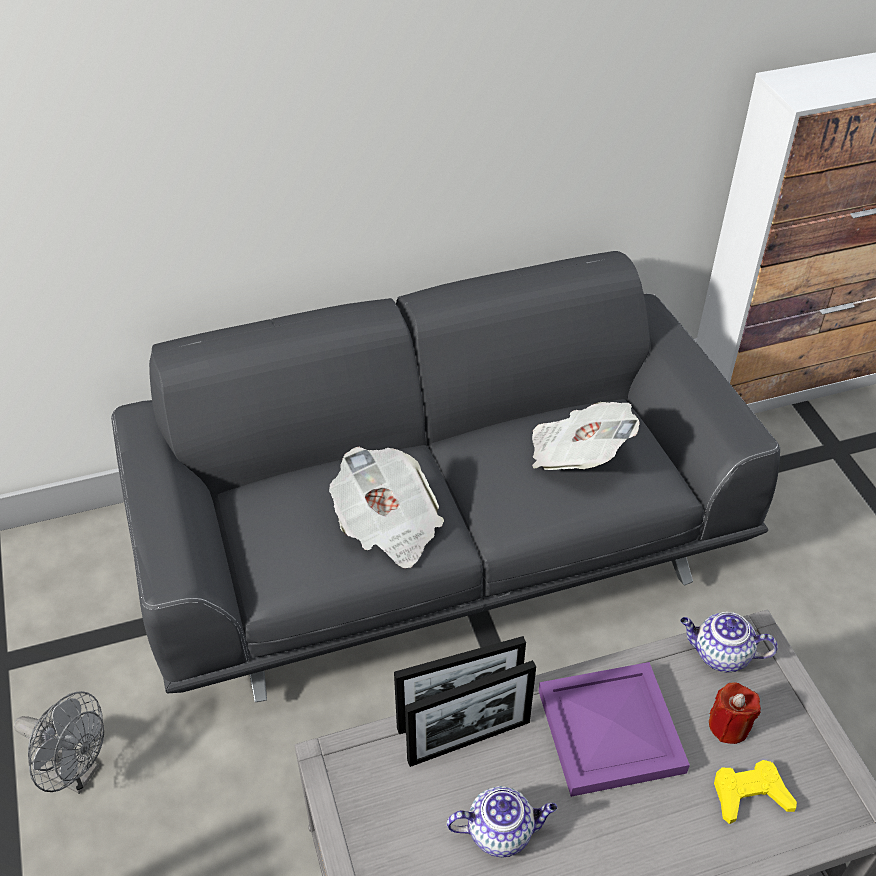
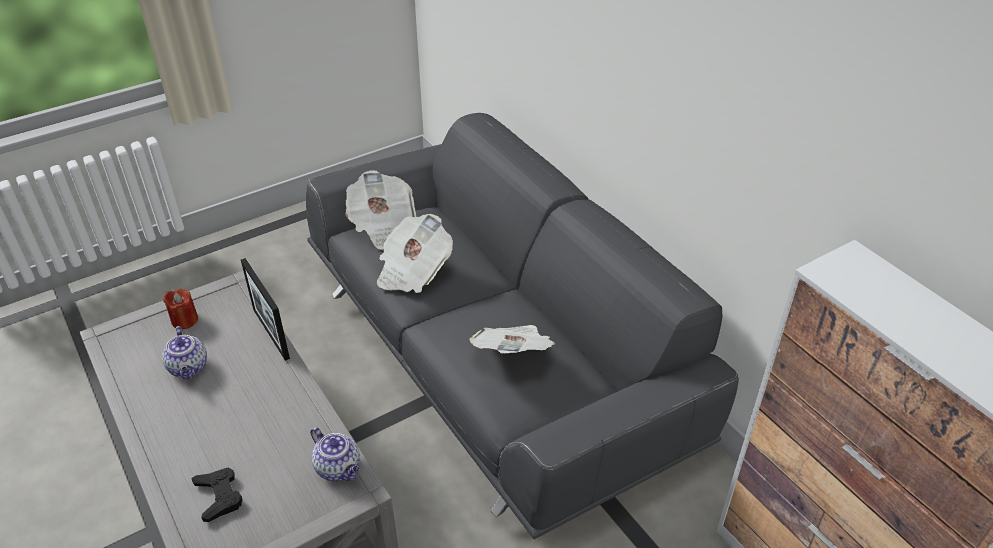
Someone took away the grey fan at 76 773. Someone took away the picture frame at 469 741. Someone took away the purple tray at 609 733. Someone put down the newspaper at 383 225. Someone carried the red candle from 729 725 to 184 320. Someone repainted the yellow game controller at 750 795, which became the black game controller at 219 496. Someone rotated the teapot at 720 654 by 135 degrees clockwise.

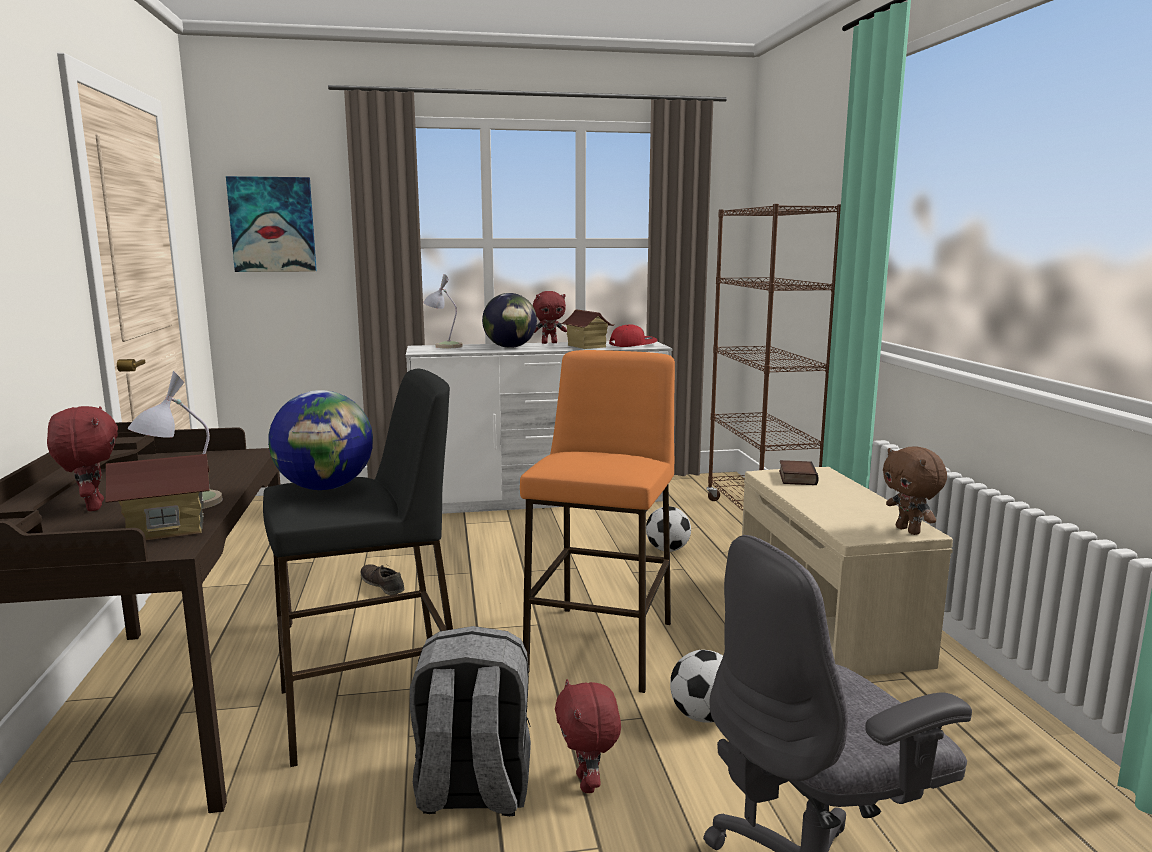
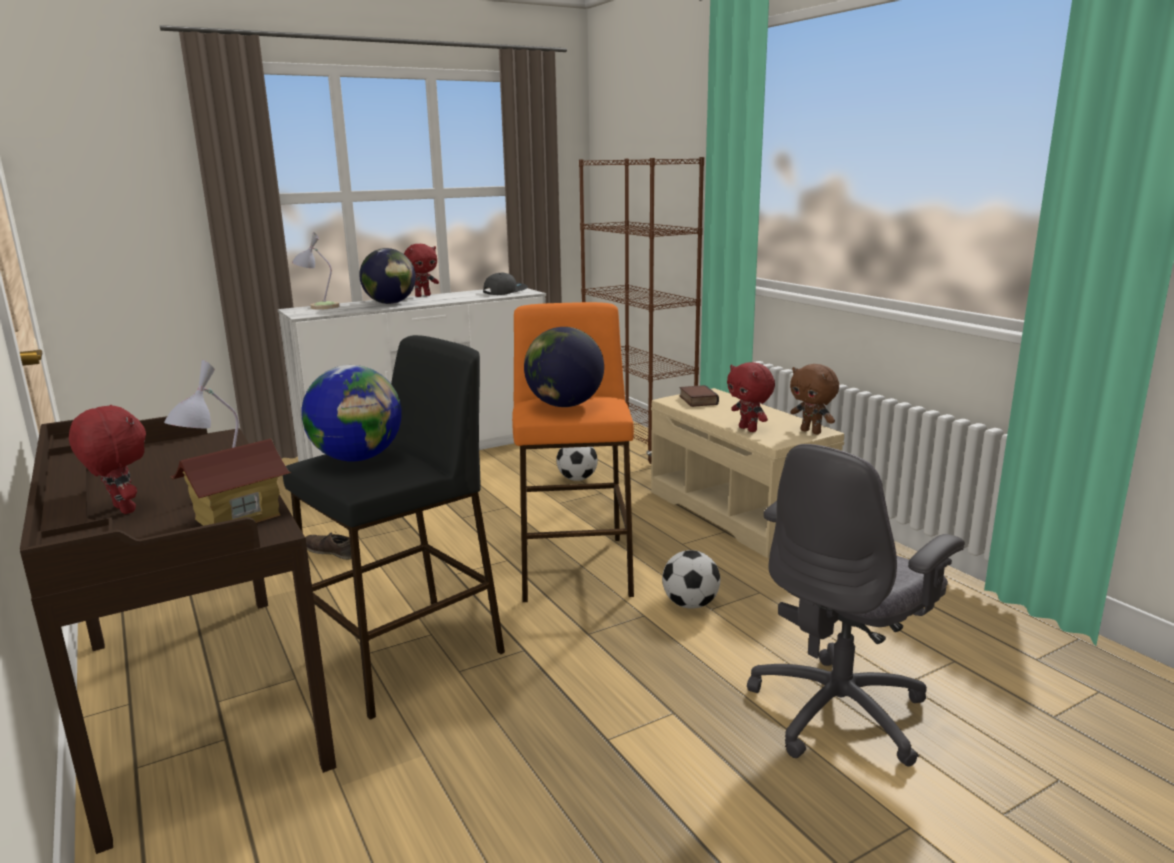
Someone took away the picture at 272 224. Someone took away the grey backpack at 472 790. Someone took away the toy house at 586 346. Someone put down the globe at 564 405. Someone carried the red plush toy from 588 783 to 749 429. Someone repainted the red cap at 632 344, which became the grey cap at 505 291.

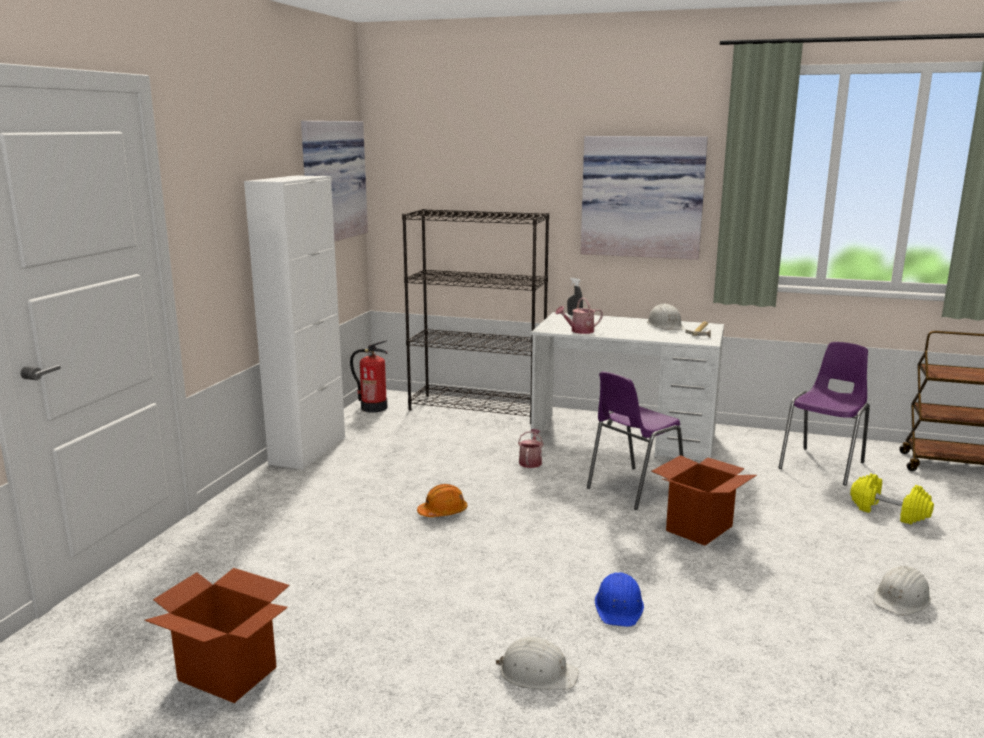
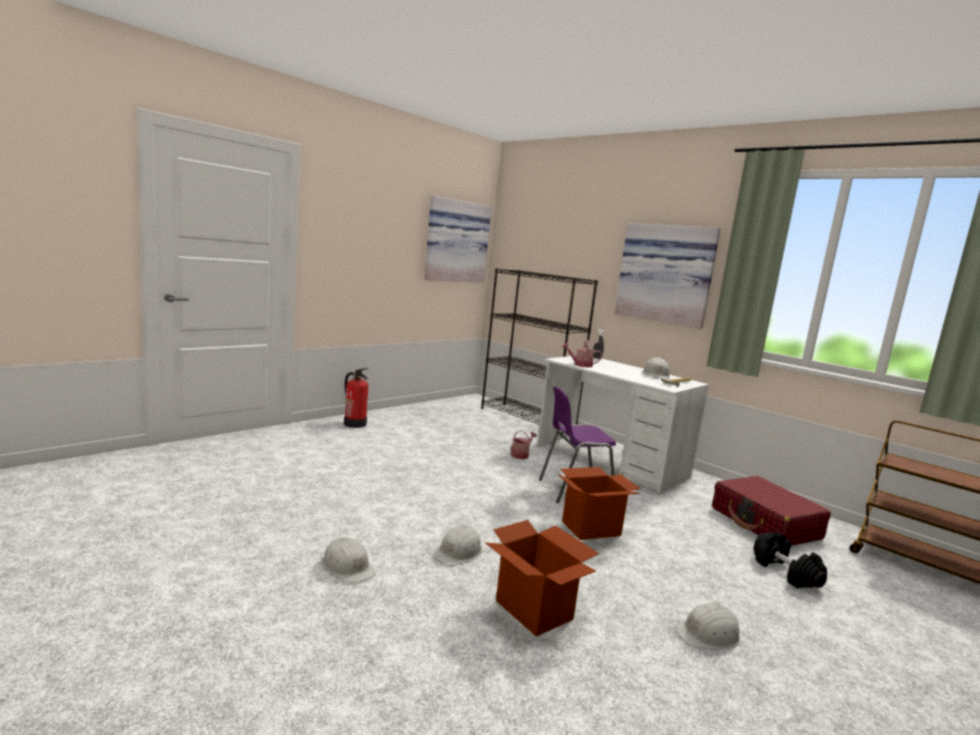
Someone took away the white cabinet at 308 450. Someone took away the orange hard hat at 443 512. Someone carried the cardboard box from 228 674 to 534 610. Someone carried the fire extinguisher from 373 408 to 355 424. Someone swapped the purple chair at 824 465 for the red suitcase at 765 523. Someone repainted the blue hard hat at 619 607, which became the white hard hat at 459 552. Someone repainted the yellow dumbbell at 889 512, which became the black dumbbell at 786 573.

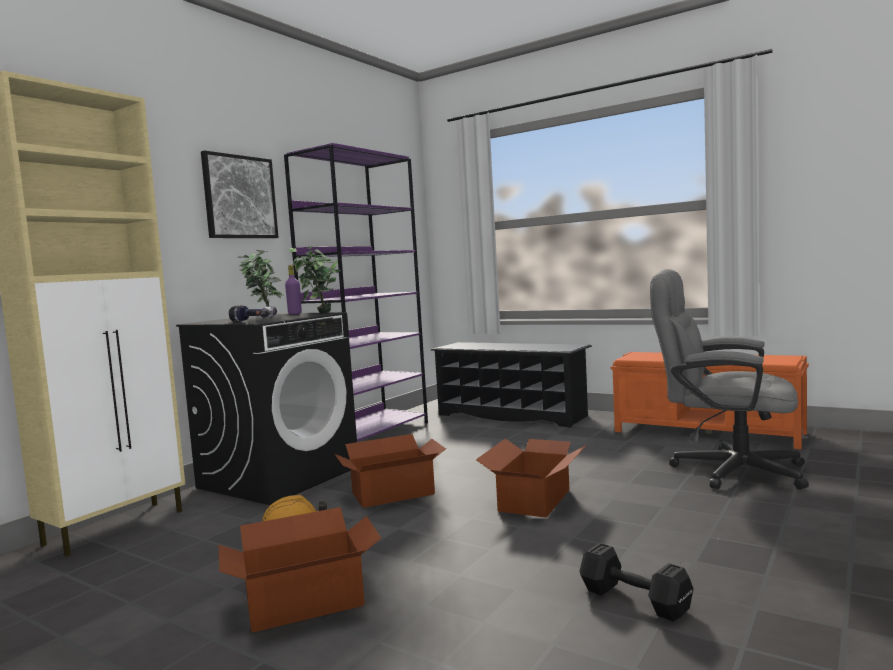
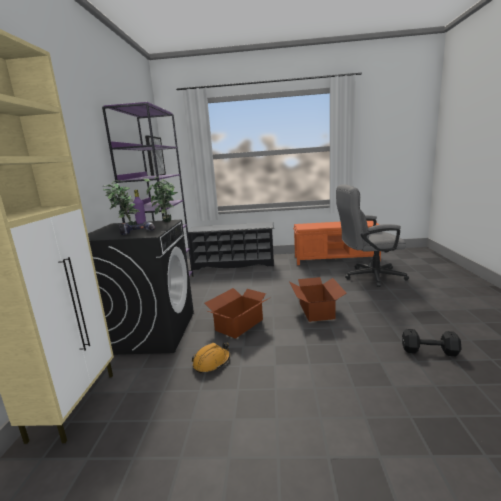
Someone took away the cardboard box at 303 602. Someone carried the picture from 239 197 to 154 156.

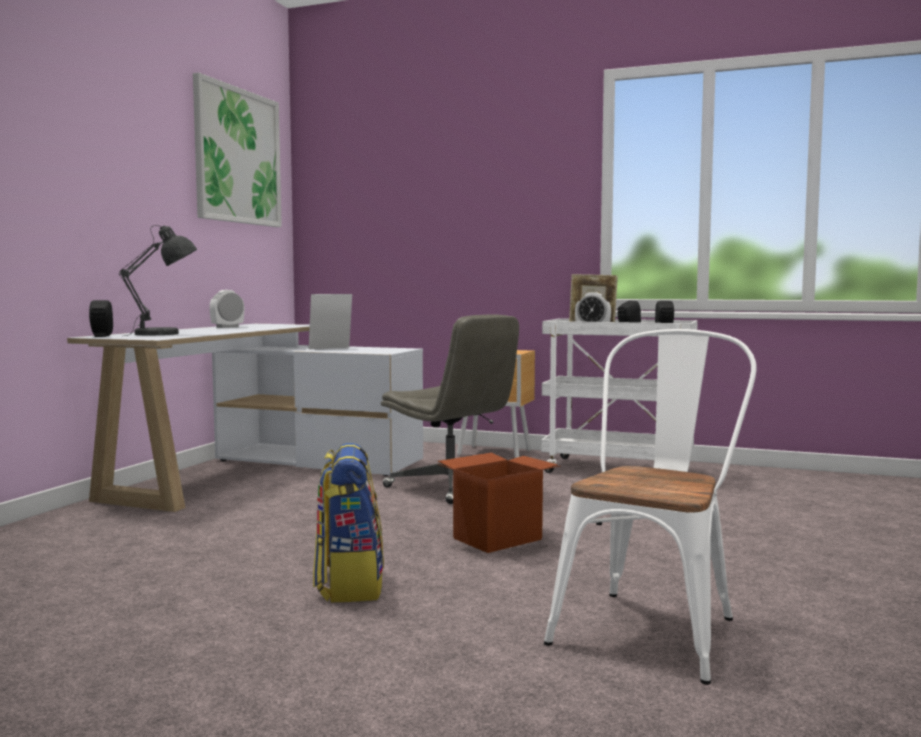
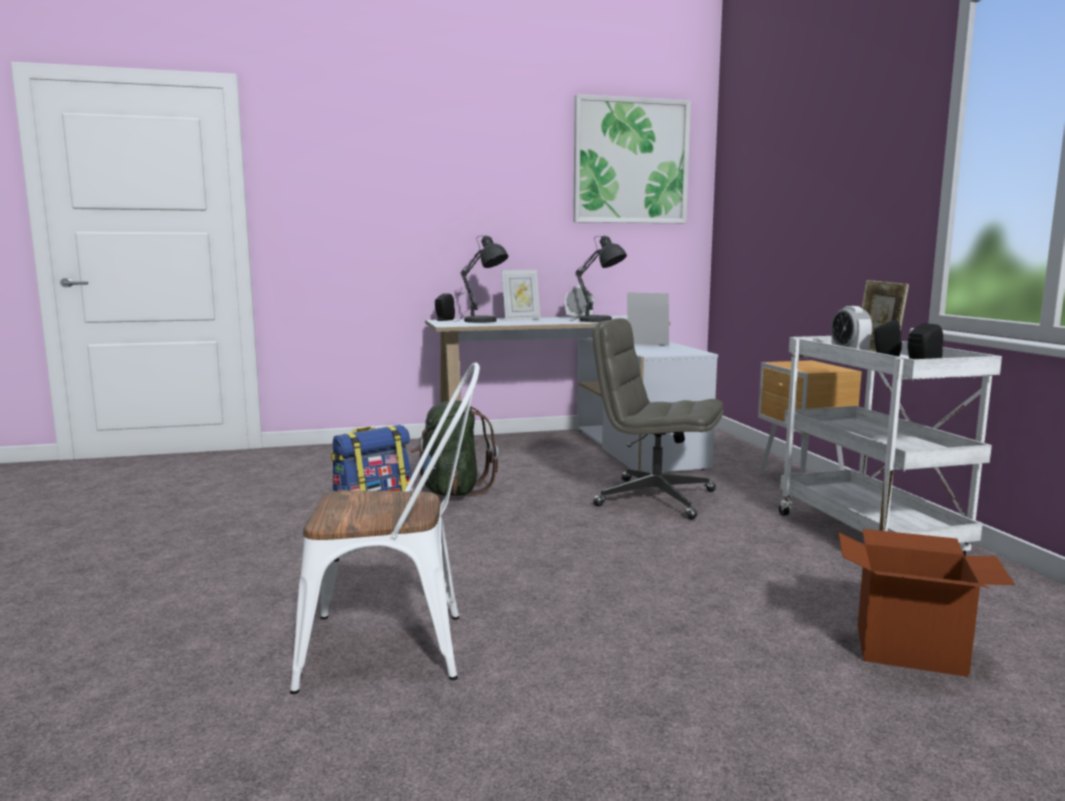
Someone put down the green backpack at 452 491. Someone put down the picture frame at 521 319. Someone put down the grey table lamp at 599 321. Someone carried the cardboard box from 497 538 to 910 650. Someone rotated the grey office chair at 452 487 by 105 degrees clockwise.

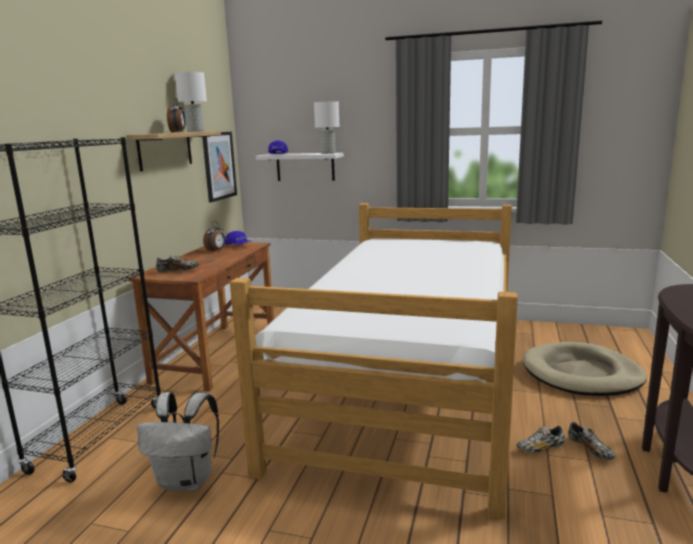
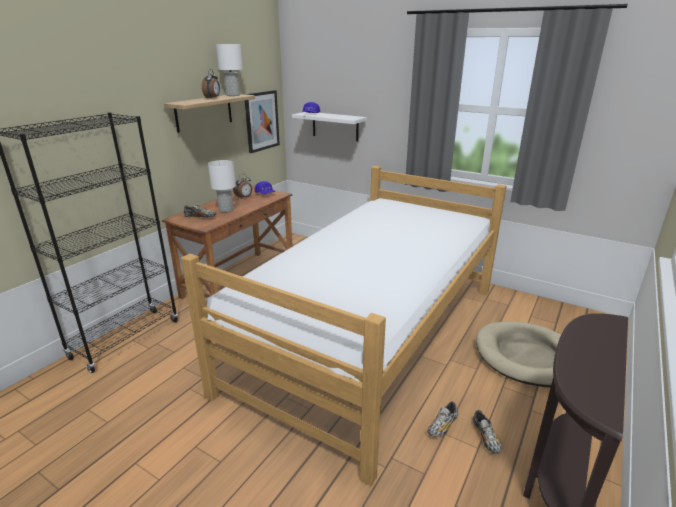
Someone took away the white backpack at 187 480. Someone carried the white table lamp from 328 153 to 226 210. Someone rotated the shoe at 540 449 by 45 degrees counterclockwise.

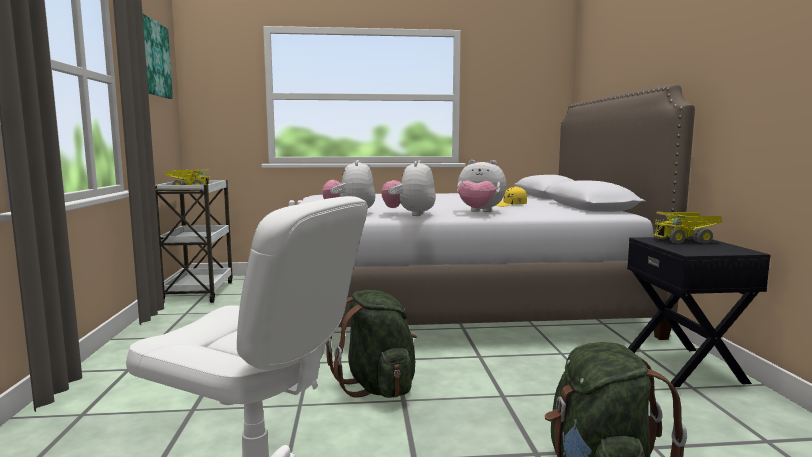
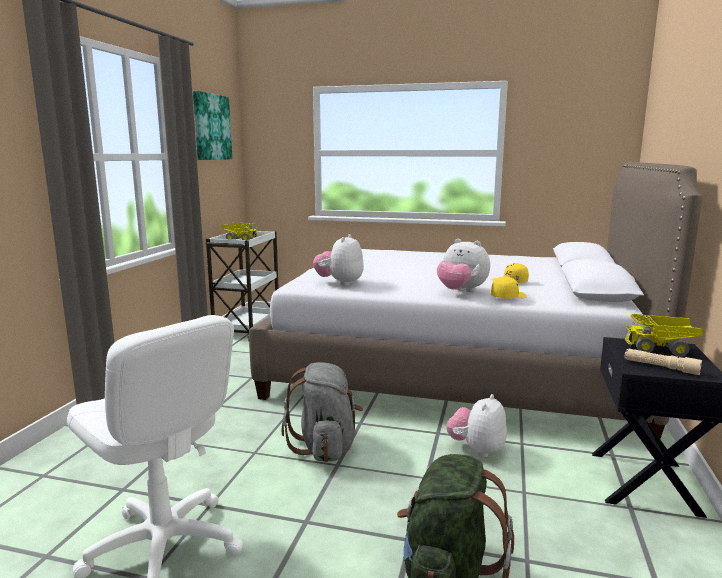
Someone put down the yellow cap at 508 297. Someone put down the beige flashlight at 660 367. Someone carried the plush toy from 410 214 to 477 450. Someone repainted the green backpack at 377 386, which became the grey backpack at 325 447.

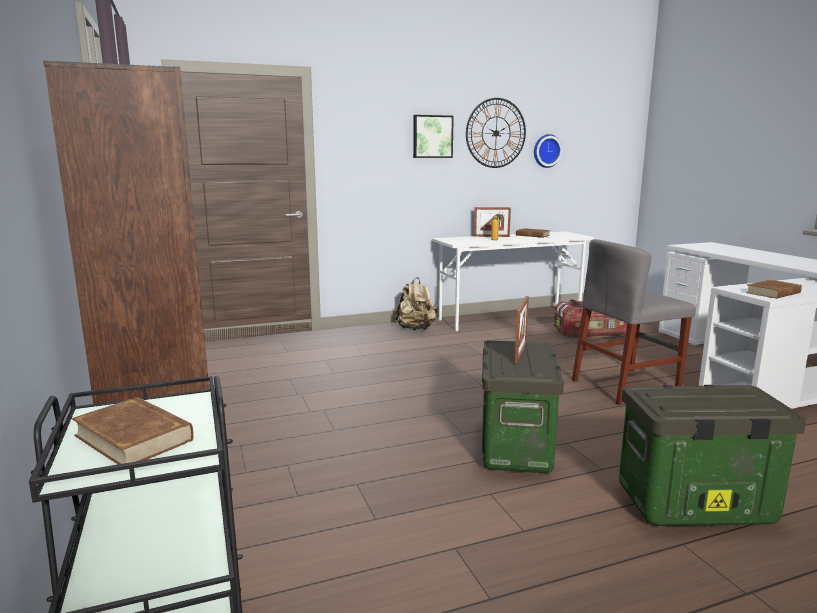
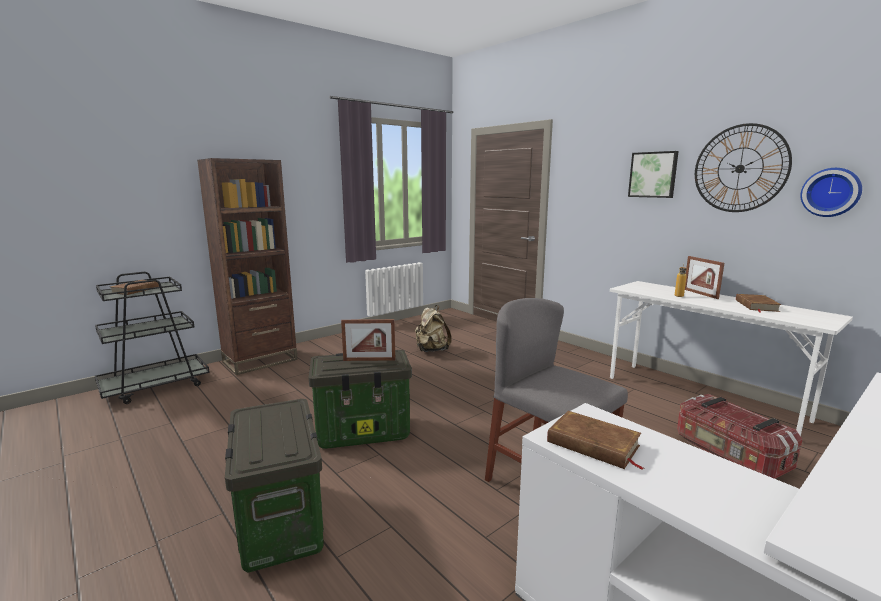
Someone carried the beige backpack from 416 329 to 431 350.

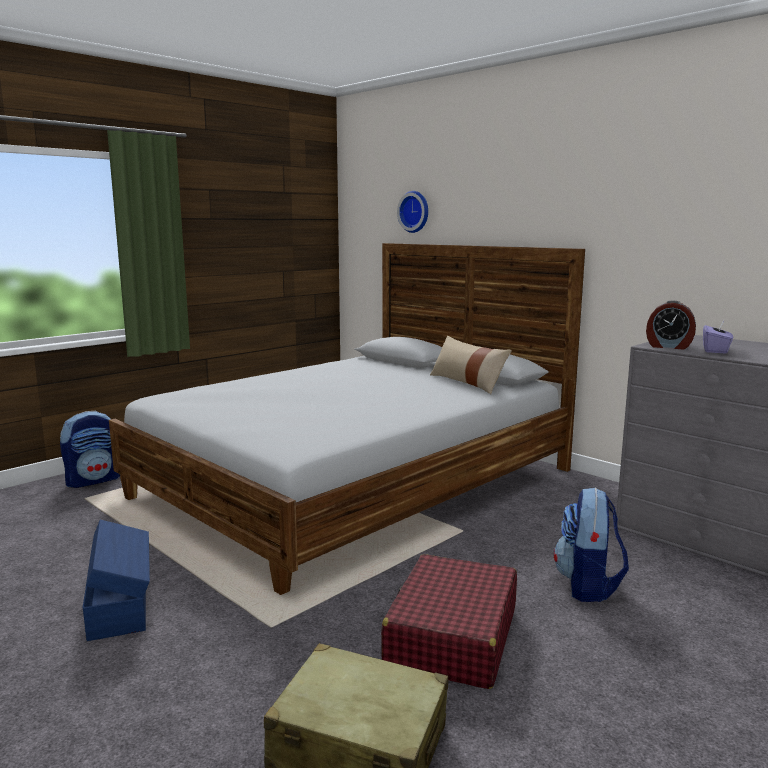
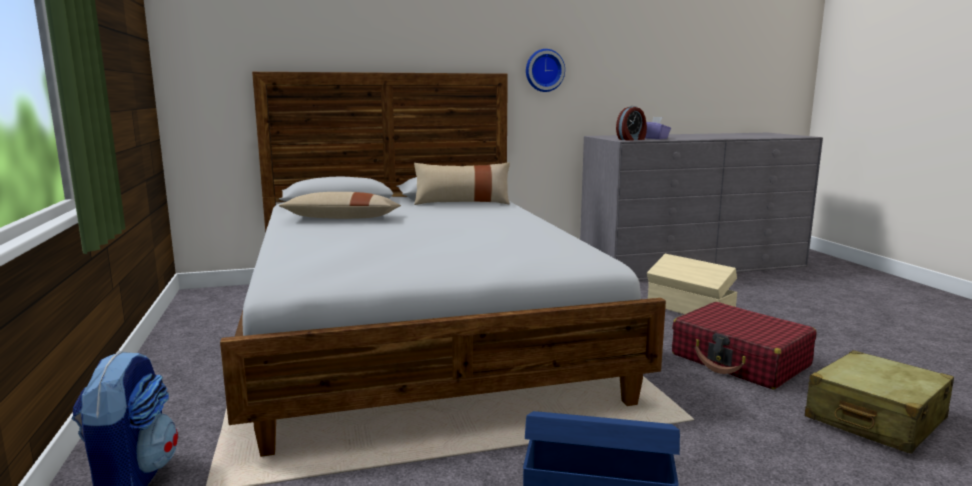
Someone put down the beige pillow at 342 218. Someone carried the wall clock from 415 211 to 544 70. Someone swapped the backpack at 588 585 for the beige storage box at 690 310.

